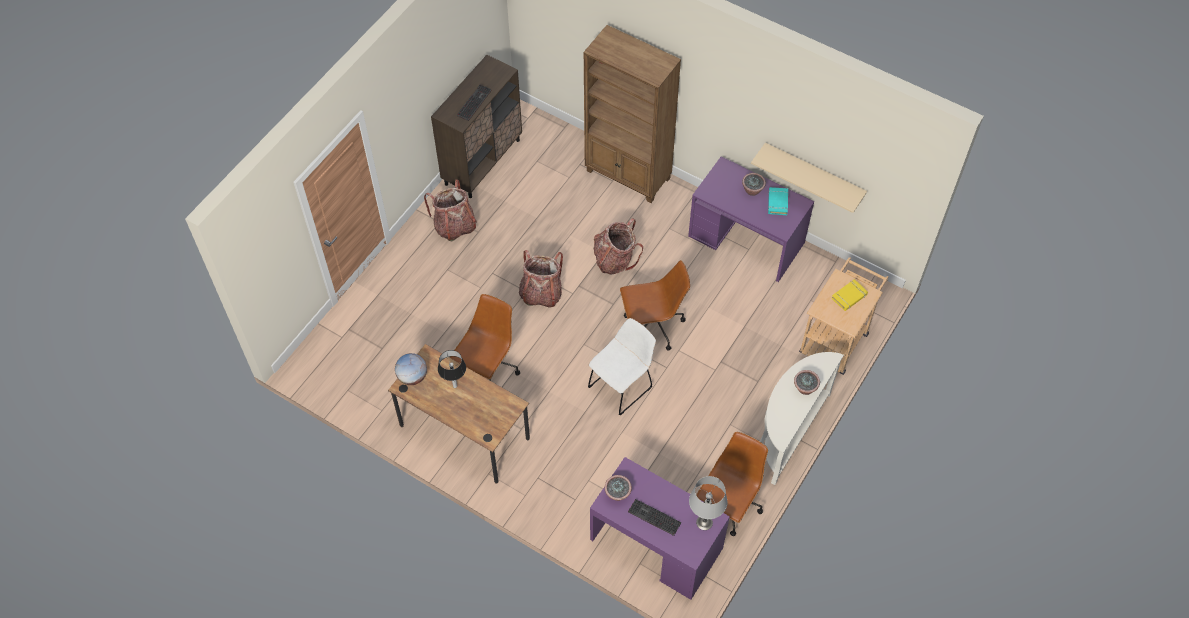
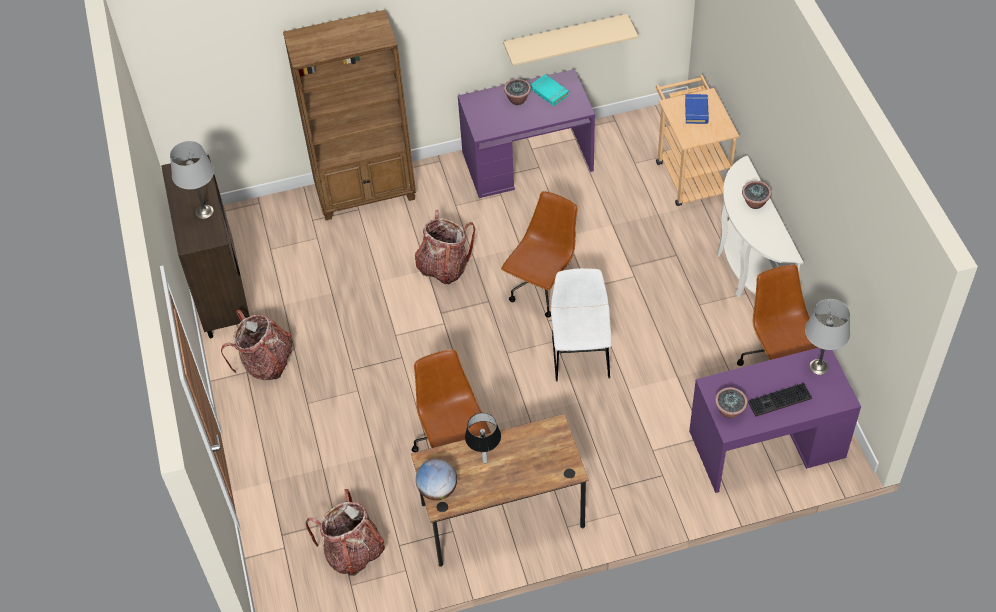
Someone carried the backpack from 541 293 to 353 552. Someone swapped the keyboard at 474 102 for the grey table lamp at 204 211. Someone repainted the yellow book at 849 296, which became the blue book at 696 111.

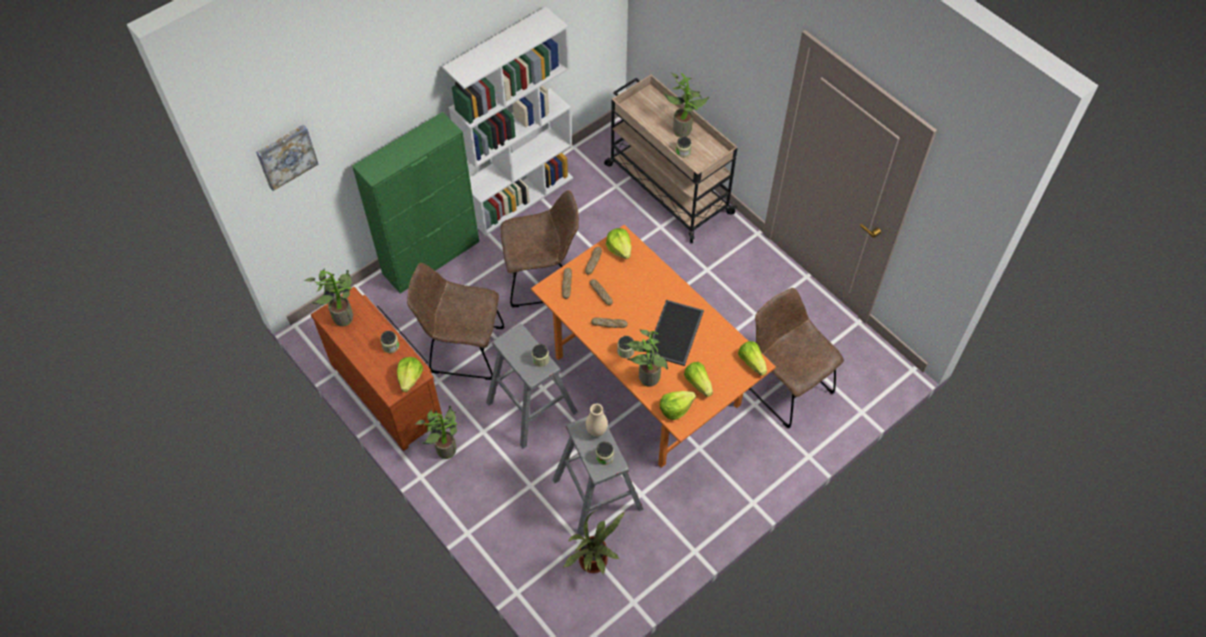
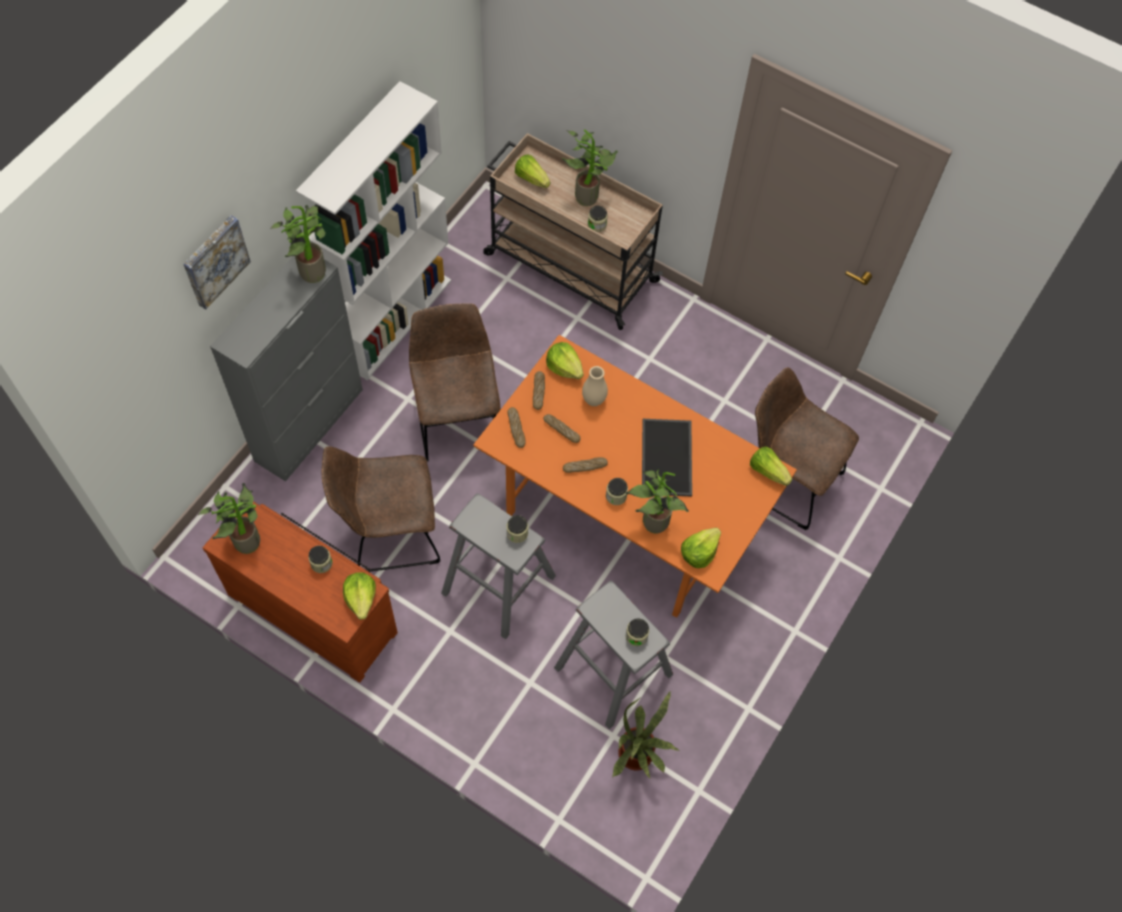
Someone carried the picture from 286 156 to 214 260. Someone carried the potted plant from 446 448 to 311 270. Someone carried the beige vase from 596 431 to 593 400. Someone carried the lettuce from 698 383 to 531 178. Someone repainted the green cabinet at 432 257, which became the grey cabinet at 310 424. Someone rotated the brown chair at 542 278 by 75 degrees counterclockwise.

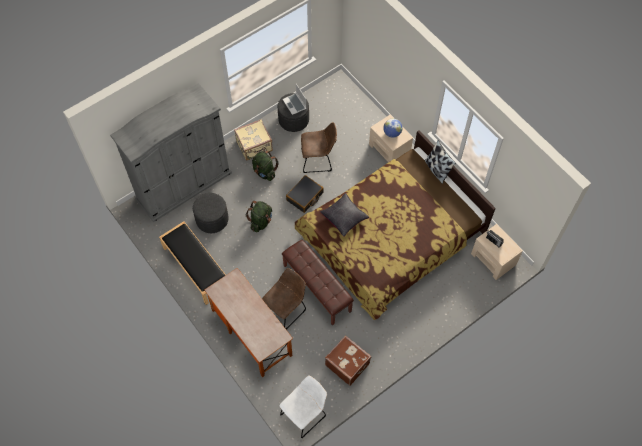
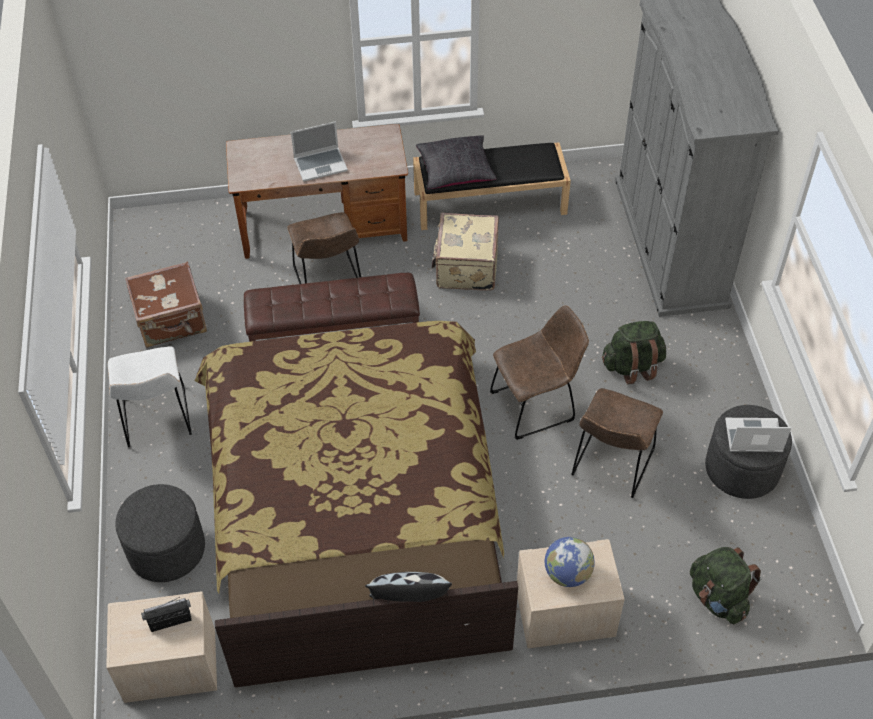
Someone put down the laptop at 321 164. Someone carried the grey ottoman from 212 219 to 166 549. Someone carried the beige suitcase from 254 146 to 465 267. Someone carried the green backpack from 261 221 to 718 598. Someone carried the white chair from 305 414 to 157 420. Someone carried the black pillow from 344 217 to 455 170. Someone swapped the black suitcase at 305 197 for the brown chair at 536 405.

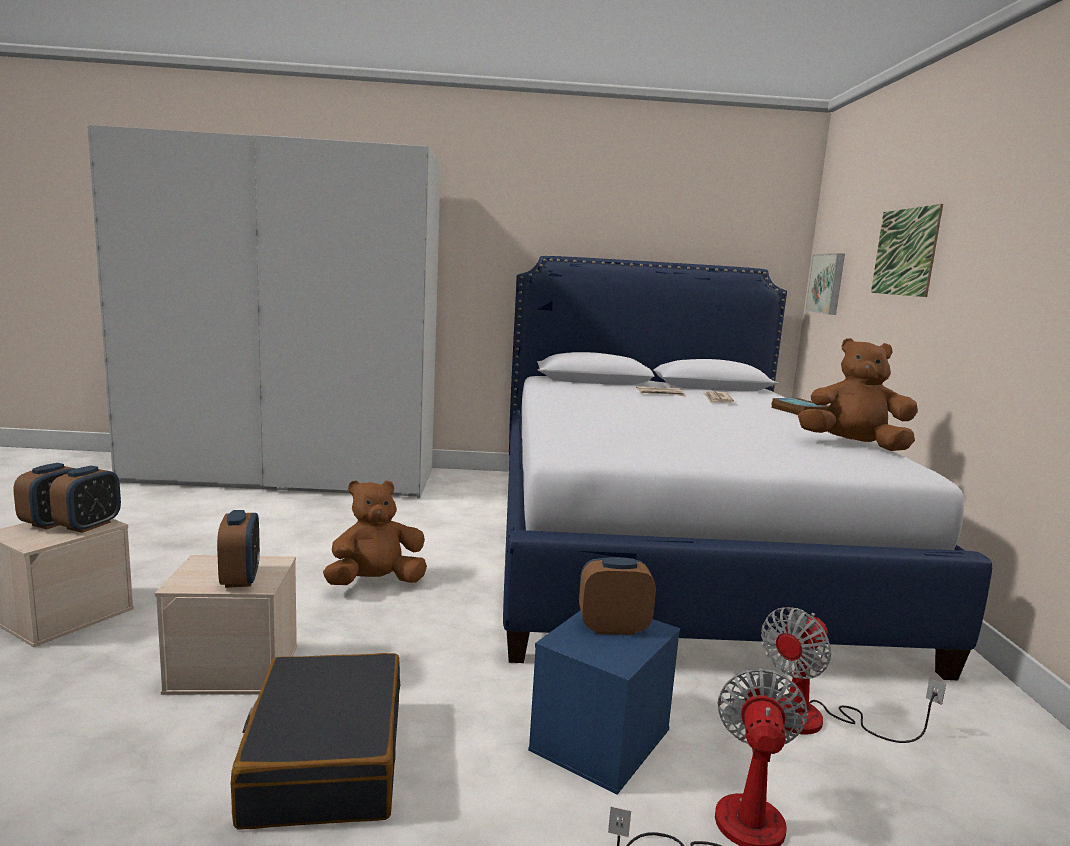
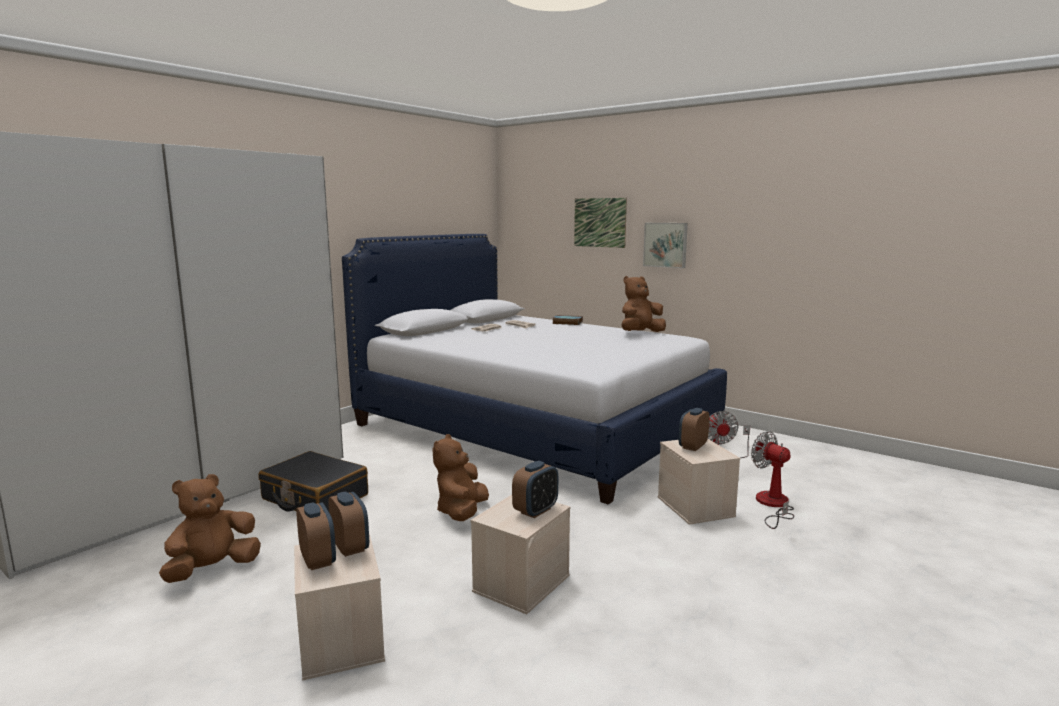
Someone put down the brown plush toy at 212 569. Someone carried the black suitcase from 324 759 to 314 497. Someone carried the picture from 827 283 to 666 244. Someone repainted the blue storage box at 601 741, which became the beige storage box at 696 507. Someone rotated the alarm clock at 240 579 by 105 degrees clockwise.

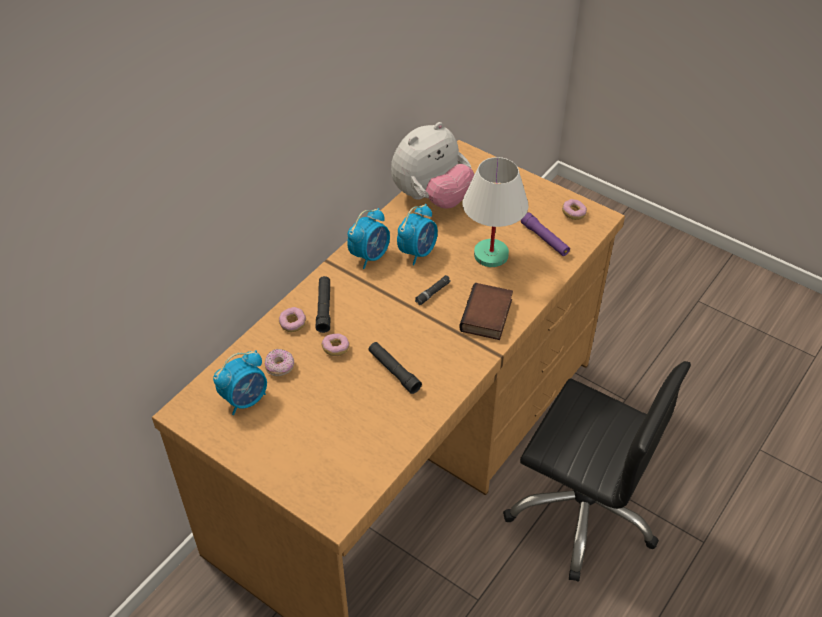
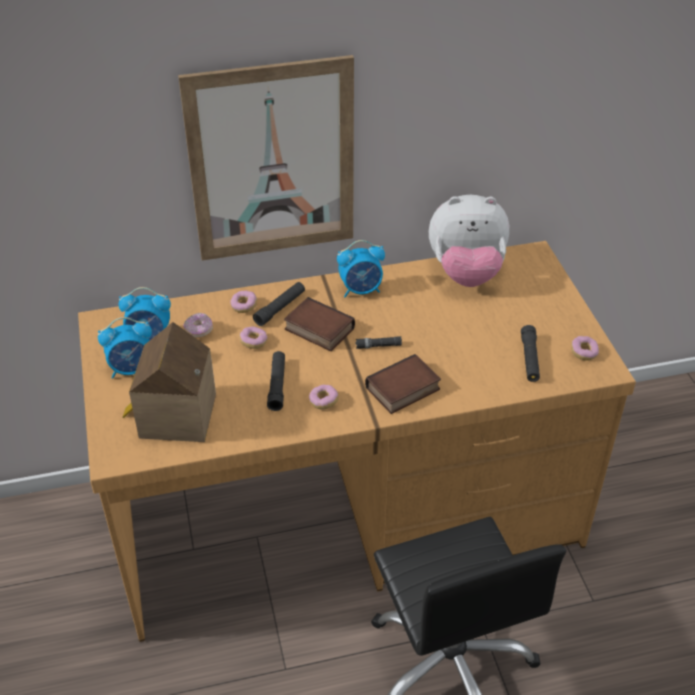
Someone took away the white table lamp at 490 254. Someone put down the toy house at 173 416. Someone put up the picture at 272 162. Someone put down the book at 317 329. Someone put down the donut at 323 401. Someone carried the alarm clock from 418 252 to 132 369. Someone repainted the purple flashlight at 545 239, which became the black flashlight at 529 359.

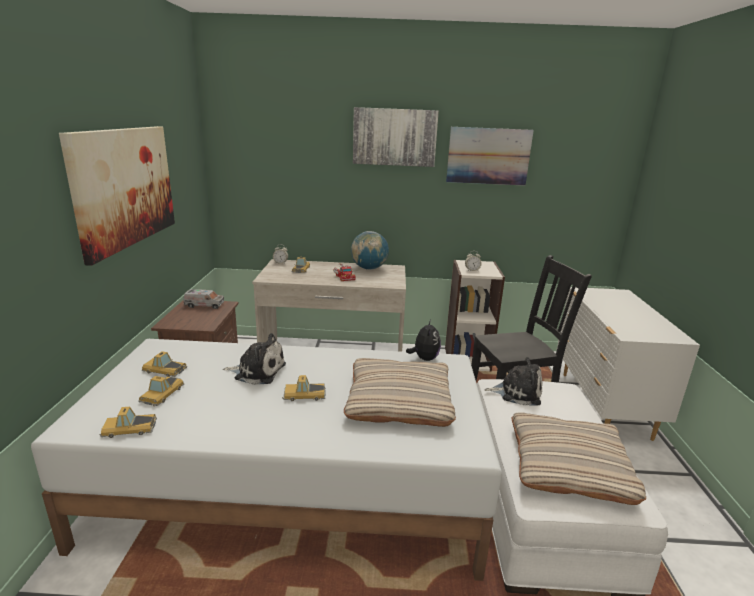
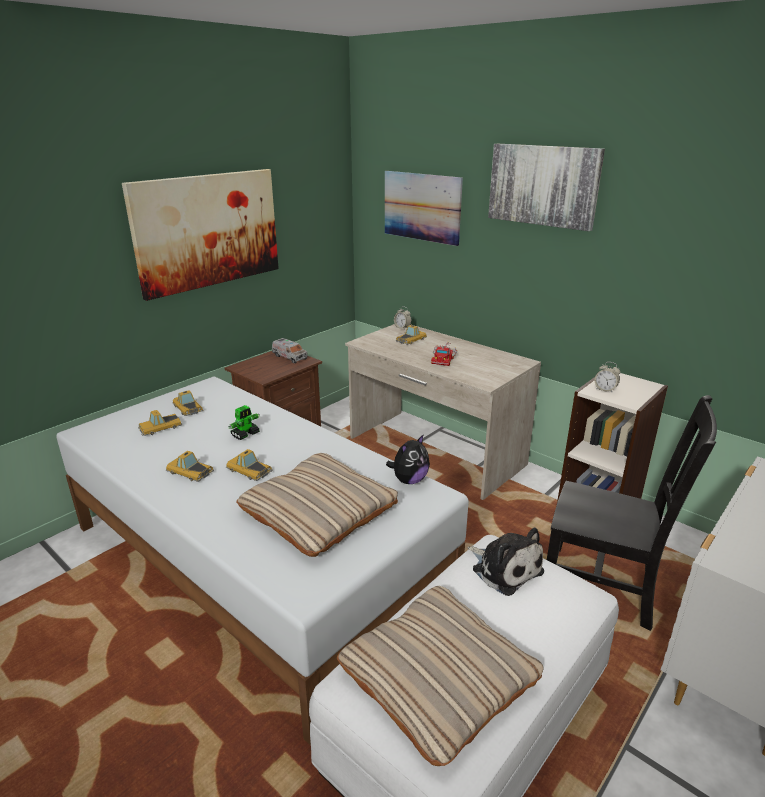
Someone took away the globe at 369 268. Someone carried the toy car from 129 428 to 189 471. Someone carried the picture from 488 156 to 421 207. Someone swapped the plush toy at 257 371 for the toy robot at 245 434.

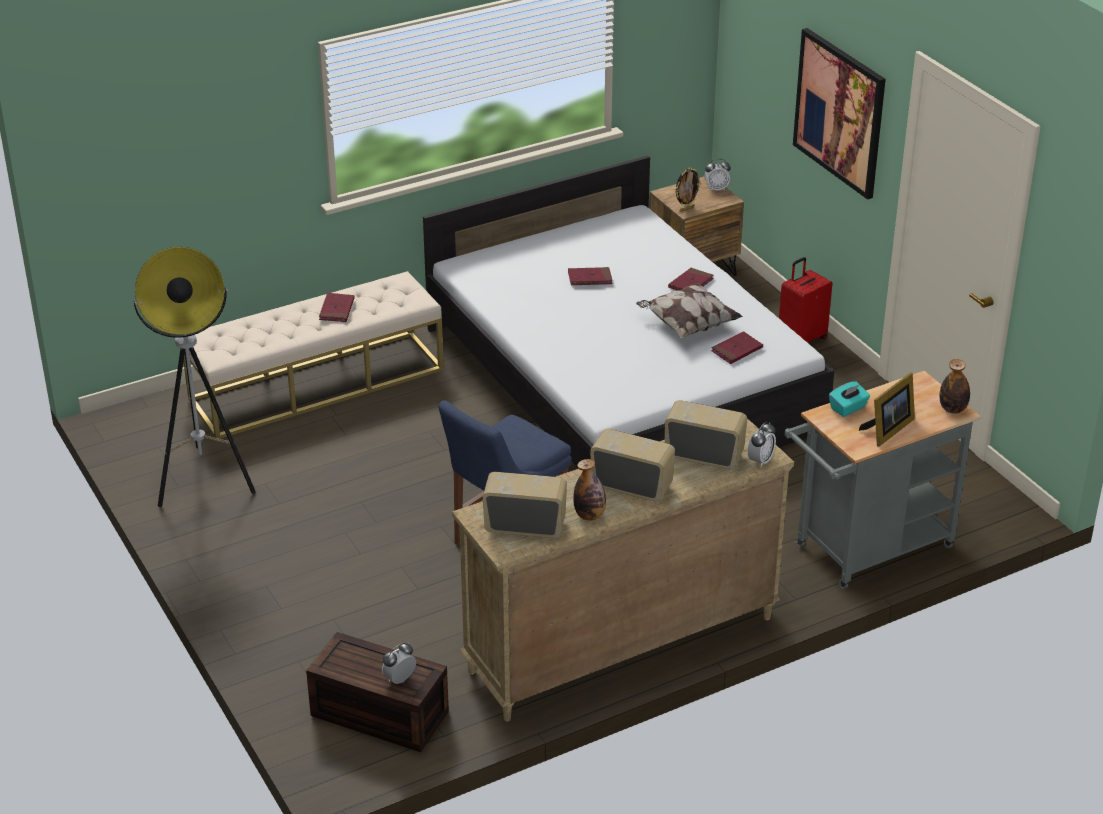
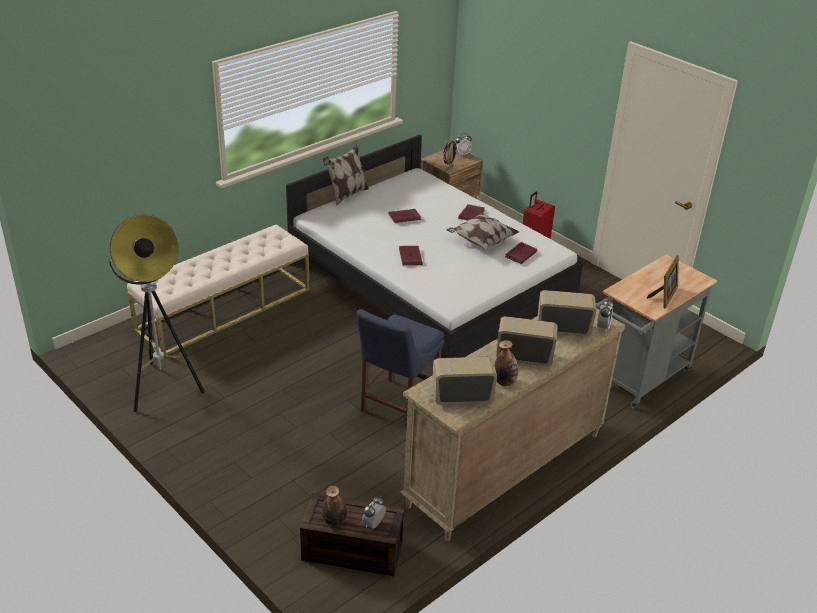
Someone took away the picture at 839 112. Someone took away the turquoise tissue box at 848 408. Someone put down the pillow at 346 195. Someone carried the red book from 337 310 to 410 257. Someone carried the bottle from 952 409 to 334 522.

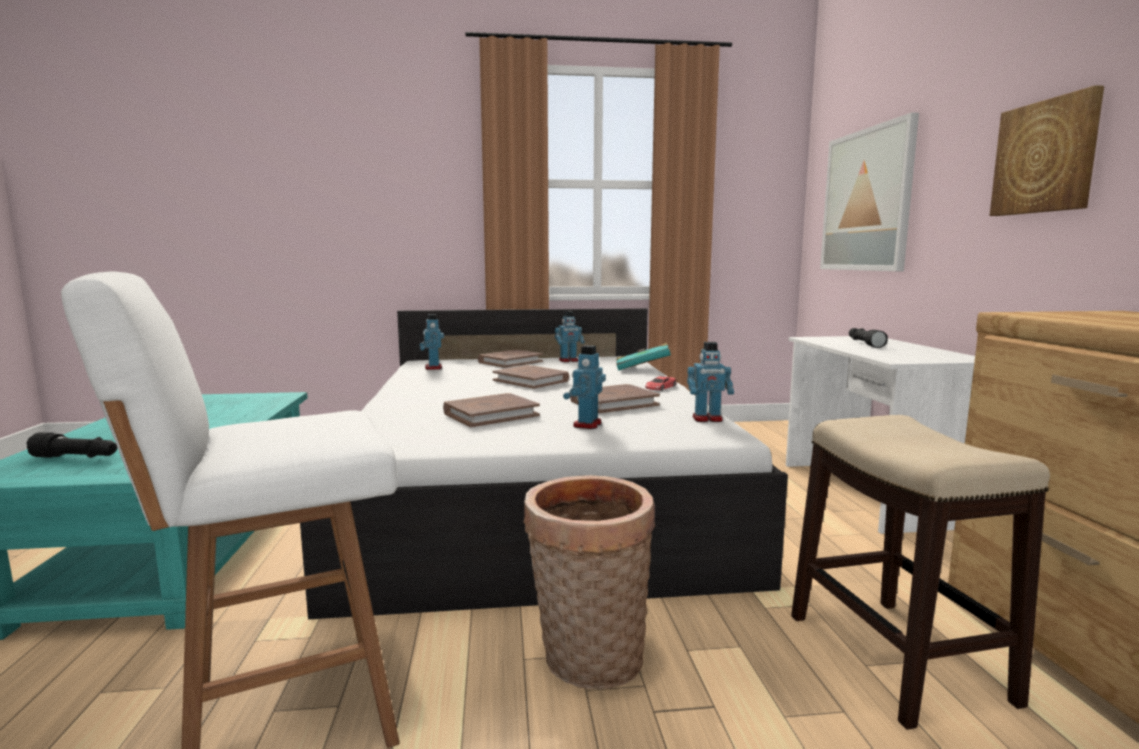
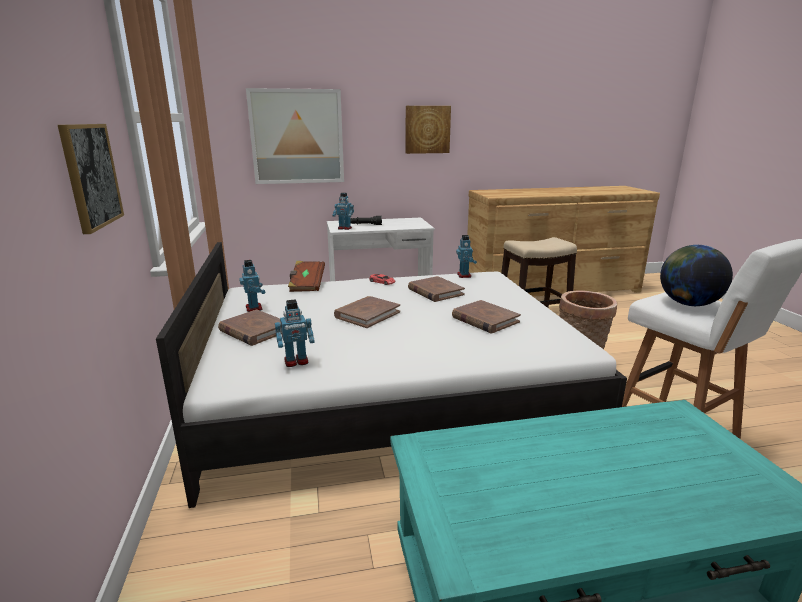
Someone took away the black flashlight at 76 458. Someone put up the picture at 91 176. Someone put down the globe at 688 304. Someone carried the toy robot from 586 425 to 344 228. Someone repainted the turquoise book at 642 368, which became the brown book at 306 285.

